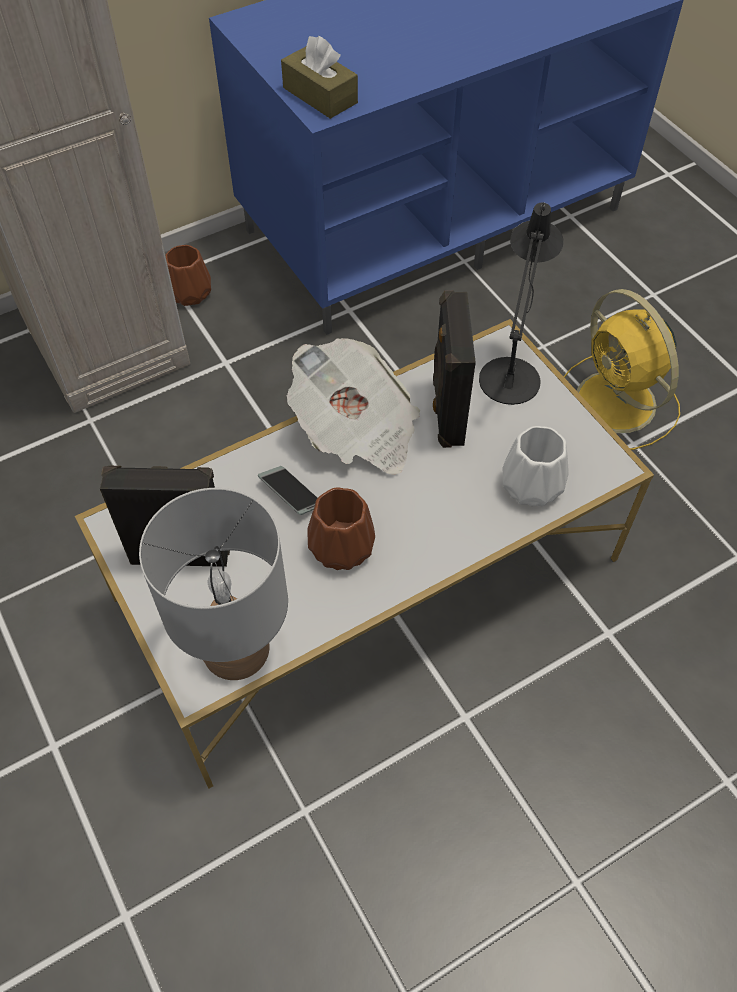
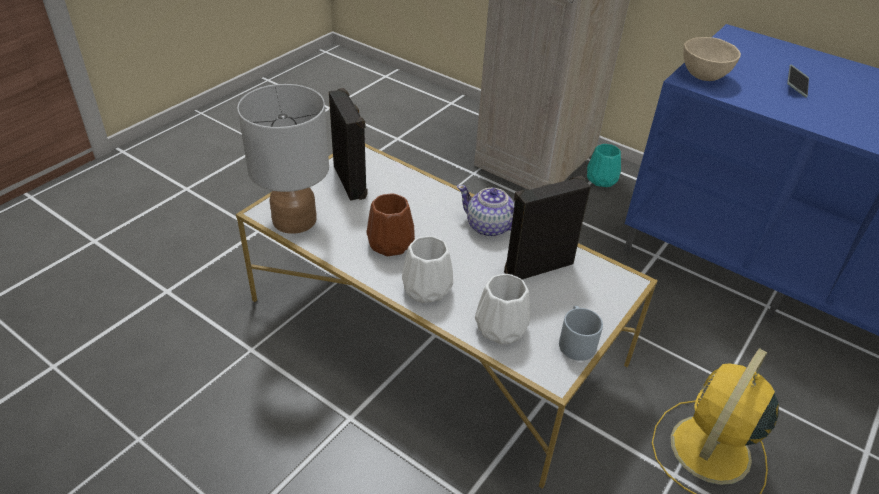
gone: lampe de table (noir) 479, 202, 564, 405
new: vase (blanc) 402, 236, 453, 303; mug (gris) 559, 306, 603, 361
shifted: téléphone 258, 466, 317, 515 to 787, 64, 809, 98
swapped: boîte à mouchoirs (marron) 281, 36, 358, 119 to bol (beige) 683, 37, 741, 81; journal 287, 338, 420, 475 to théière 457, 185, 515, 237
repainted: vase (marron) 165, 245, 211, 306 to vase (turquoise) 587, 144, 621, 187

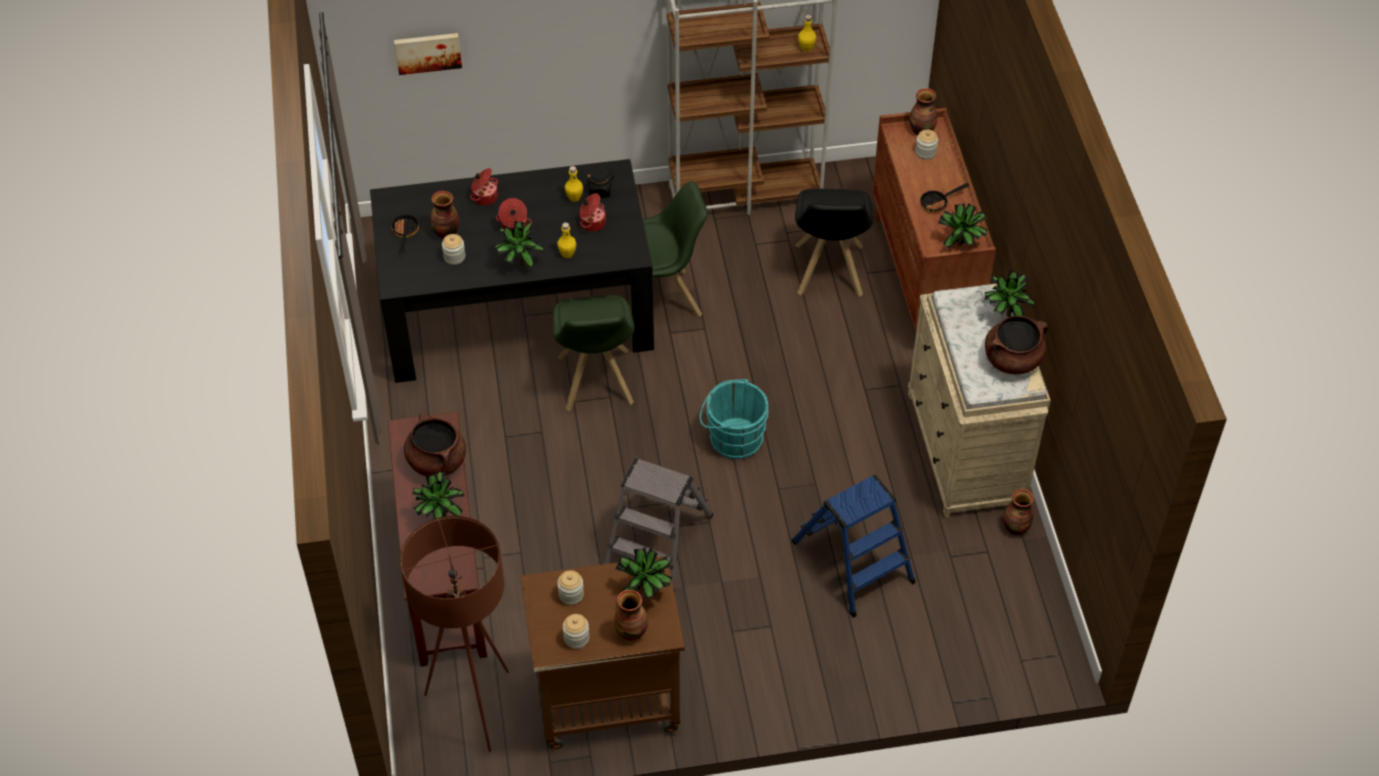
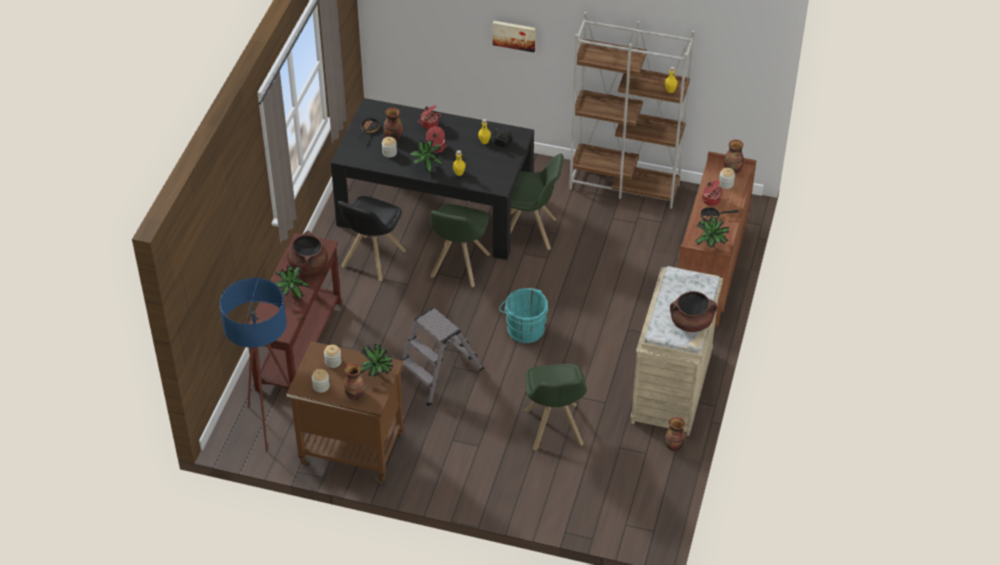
gone: plante en pot 985, 271, 1035, 317
shifted: tableau 394, 33, 462, 75 to 493, 21, 535, 52; marmite 579, 193, 606, 232 to 701, 180, 722, 206; chaise (noir) 795, 188, 873, 297 to 338, 196, 406, 282
swapped: escabeau (bleu) 791, 474, 916, 618 to chaise (vert) 525, 364, 587, 451
repainted: lampadaire (marron) 400, 516, 509, 752 to lampadaire (bleu) 219, 278, 290, 453

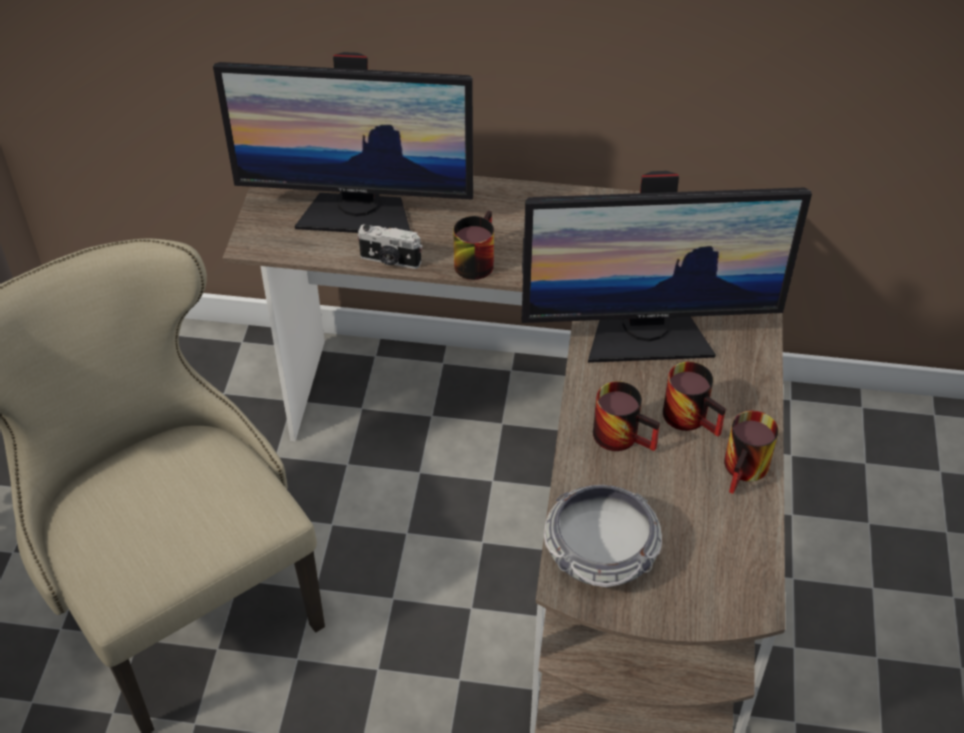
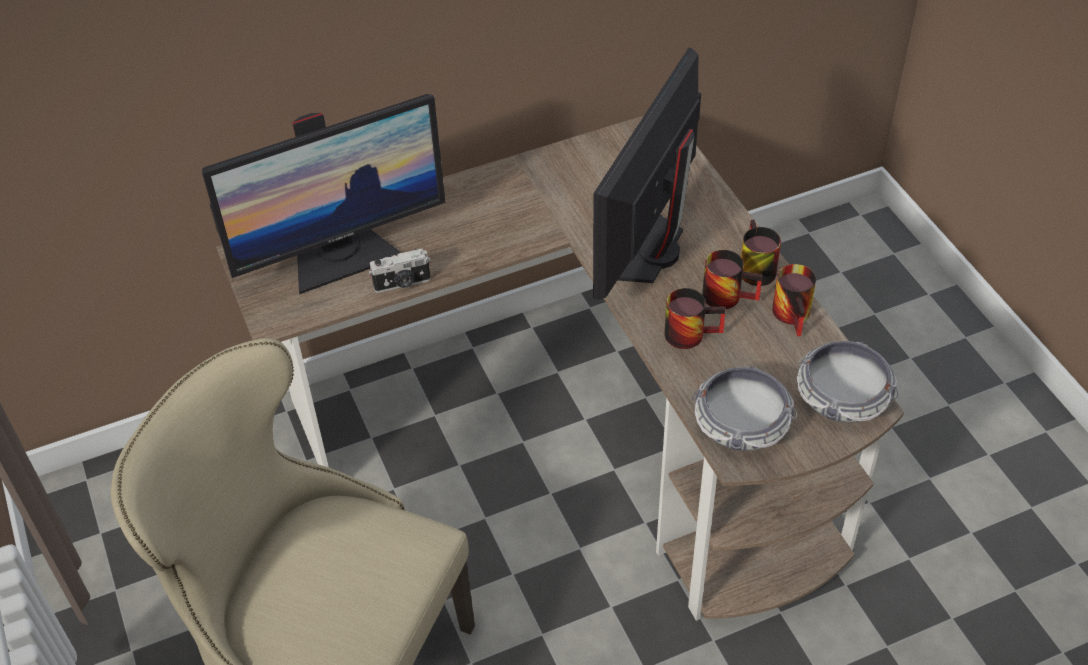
new: bol 797, 341, 898, 423
shifted: mug 453, 210, 494, 280 to 741, 220, 781, 286
rotated: écran d'ordinateur 522, 171, 812, 363 = 593, 47, 701, 300 150 degrees clockwise

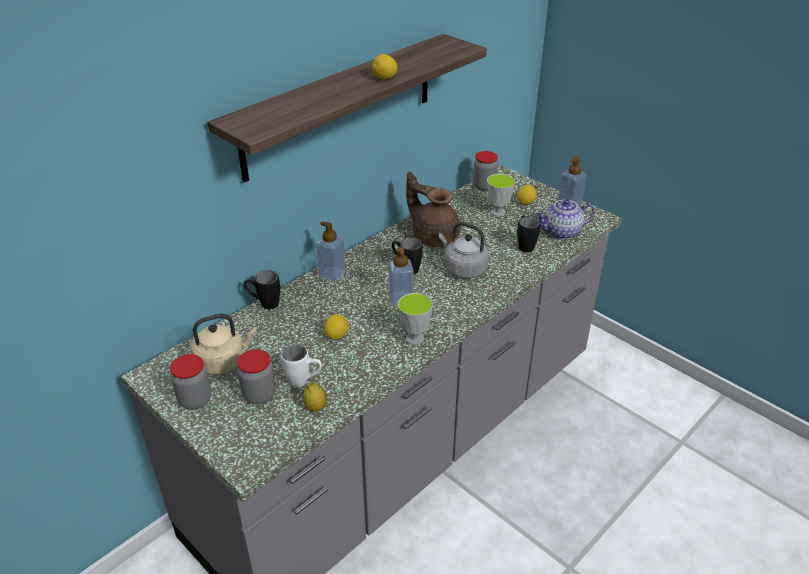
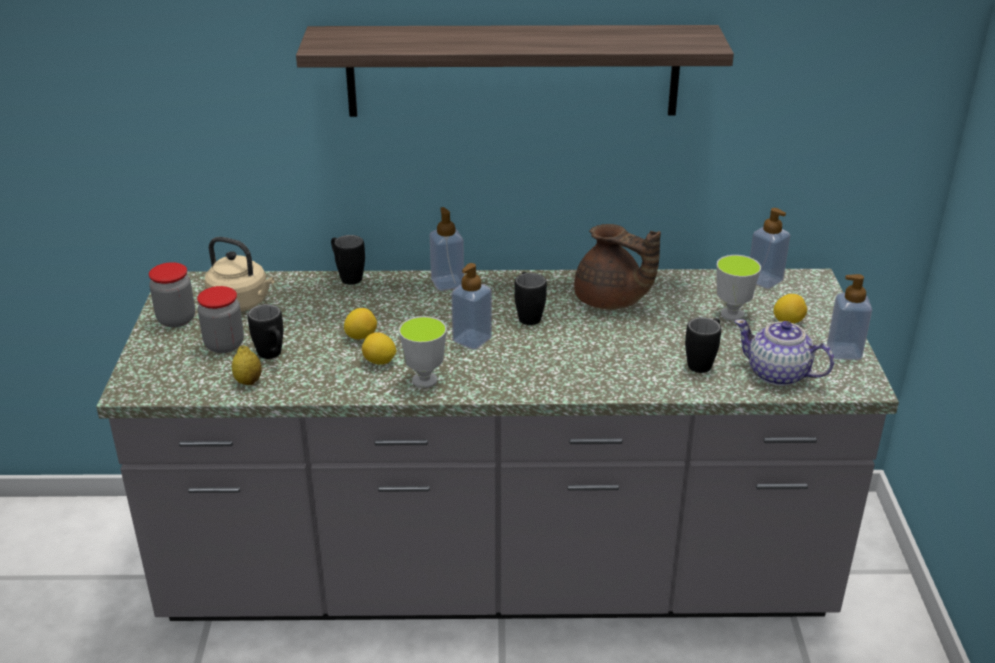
gone: bouilloire (gris) 439, 222, 489, 279
shifted: citron 372, 54, 397, 79 to 362, 332, 397, 365
swapped: bocal 473, 151, 498, 191 to distributeur de savon 750, 208, 790, 289
repainted: mug (blanc) 281, 344, 322, 388 to mug (noir) 248, 304, 283, 359
rotated: théière (marron) 406, 171, 460, 247 = 574, 224, 661, 310 135 degrees clockwise

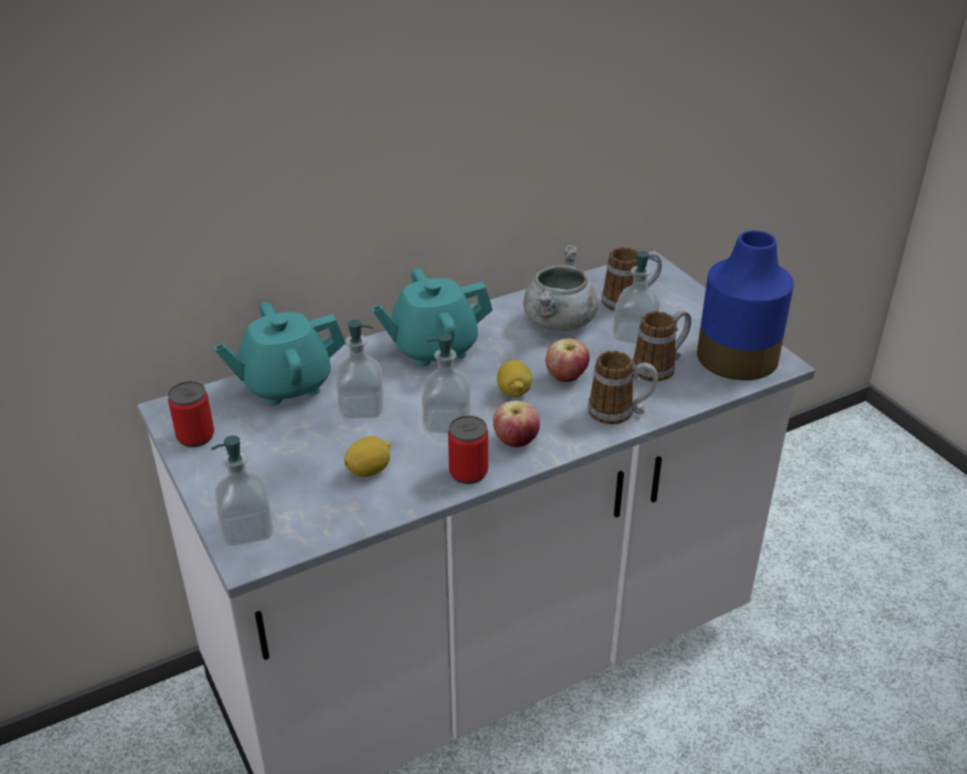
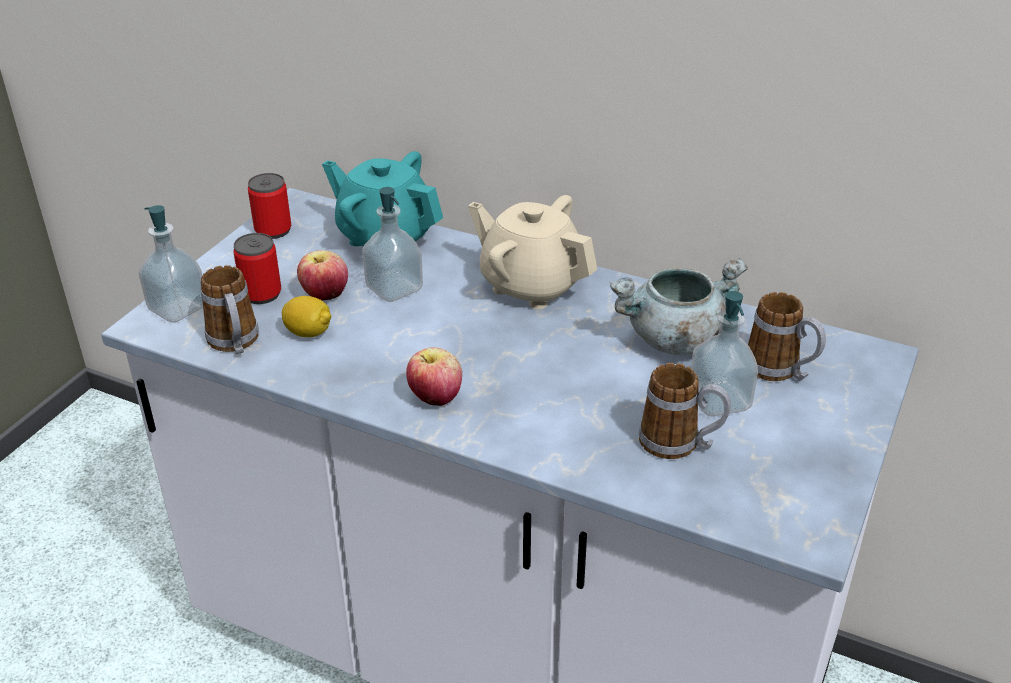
gone: distributeur de savon 422, 333, 470, 433; citron 497, 360, 532, 397; vase (bleu) 697, 230, 794, 380
shifted: boîte métallique 448, 416, 488, 484 to 234, 233, 281, 304; pomme 546, 338, 589, 382 to 297, 250, 348, 300; mug 588, 351, 658, 425 to 201, 265, 259, 354
repainted: théière (turquoise) 371, 268, 493, 367 to théière (beige) 468, 195, 597, 309

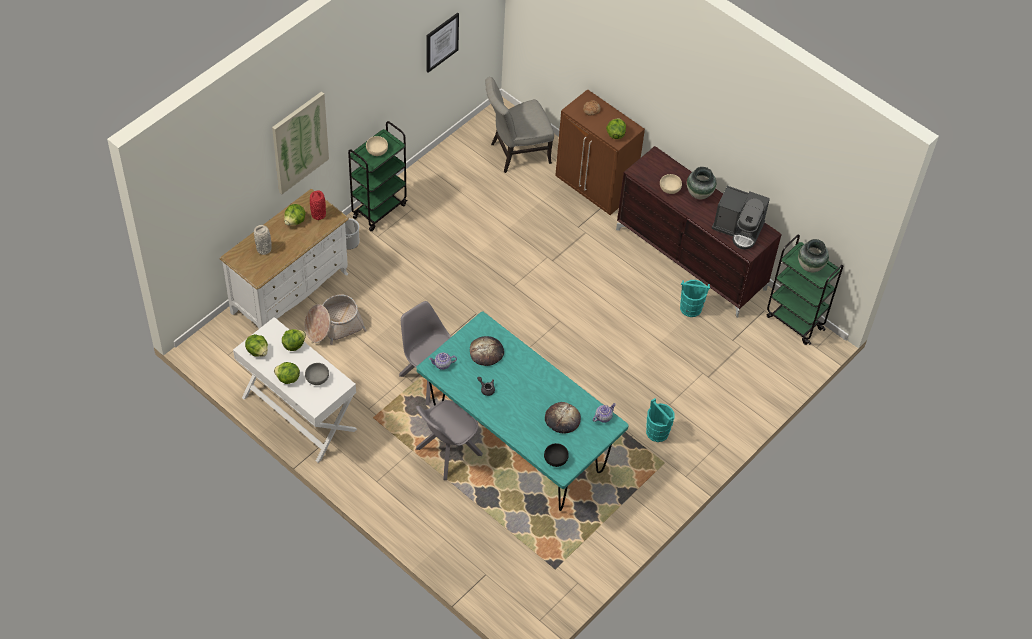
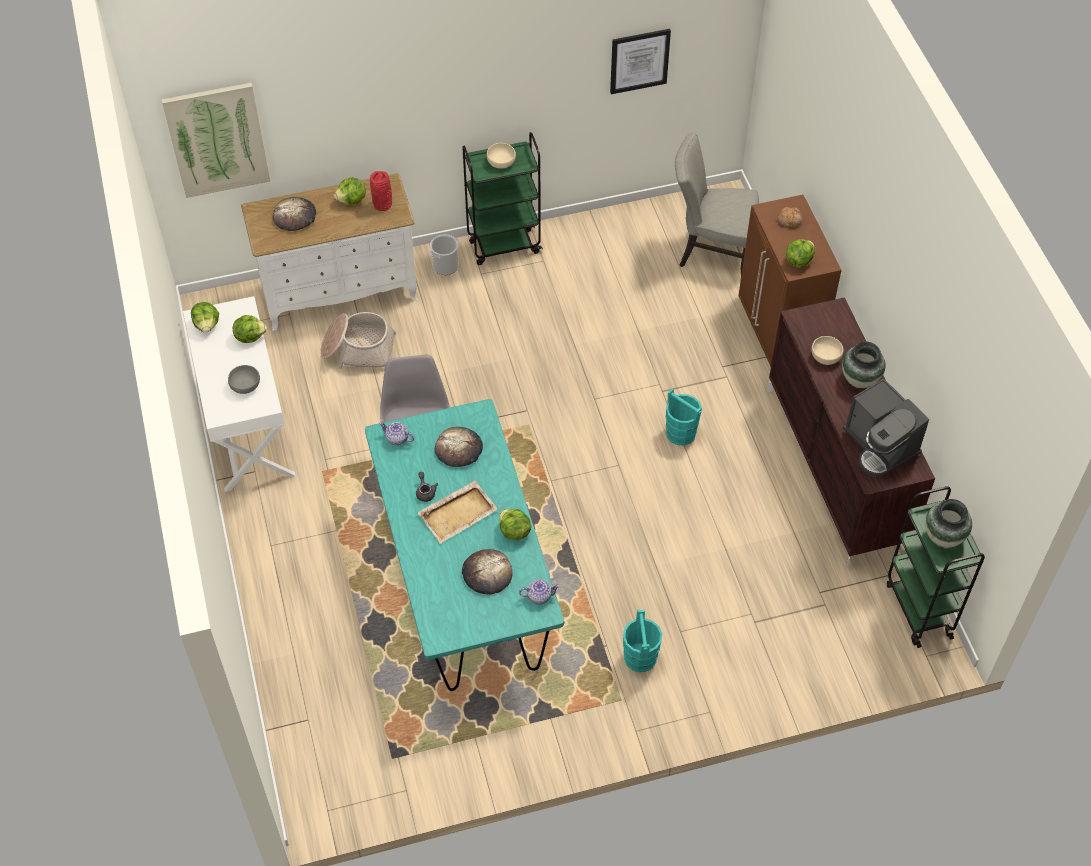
gone: chaise (gris) 416, 400, 483, 480; bol (noir) 544, 443, 569, 467
new: plateau (beige) 418, 481, 498, 544
shifted: tableau 272, 91, 329, 194 to 162, 83, 270, 198; laitue 274, 362, 300, 384 to 499, 509, 531, 540; seau (turquoise) 680, 280, 710, 317 to 666, 388, 702, 445
swapped: vase (gris) 254, 225, 272, 255 to pain 273, 197, 316, 231

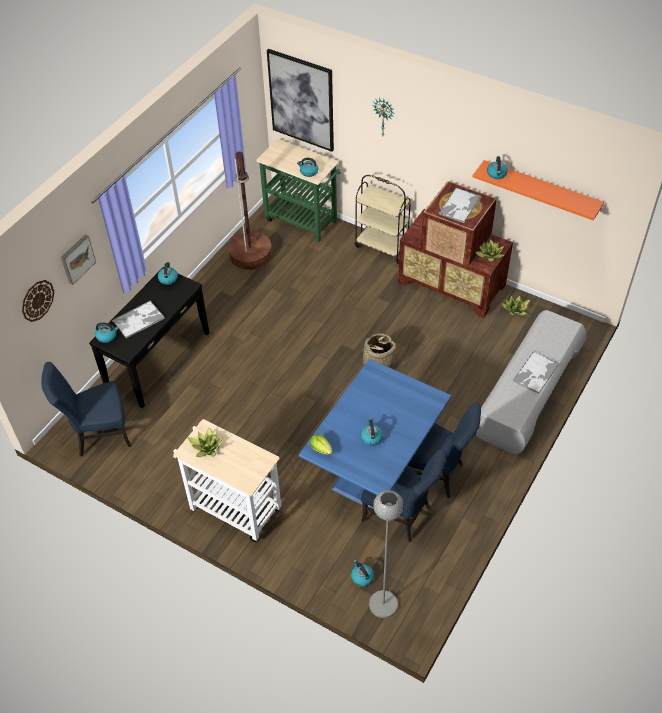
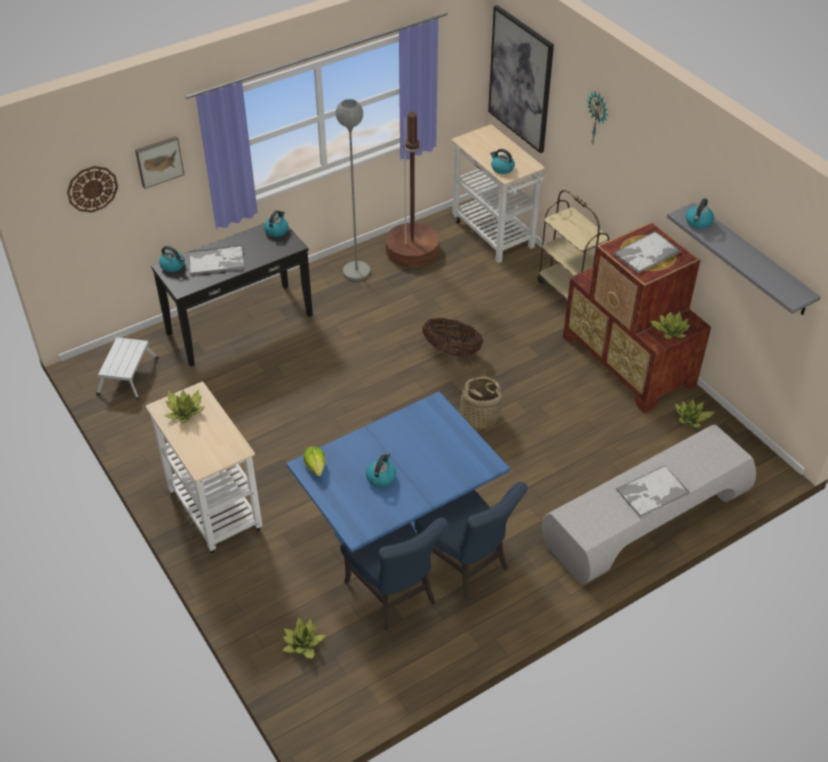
new: panier 422, 318, 483, 356
shifted: lampadaire (gris) 369, 490, 404, 618 to 336, 99, 370, 281
swapped: chaise (bleu) 41, 362, 131, 457 to escabeau (blanc) 96, 337, 159, 401; bouilloire 351, 560, 374, 586 to plante en pot 282, 617, 326, 659
repainted: chariot (vert) 256, 139, 340, 242 to chariot (blanc) 452, 124, 545, 263; étagère (orange) 473, 160, 604, 220 to étagère (gris) 667, 203, 821, 315

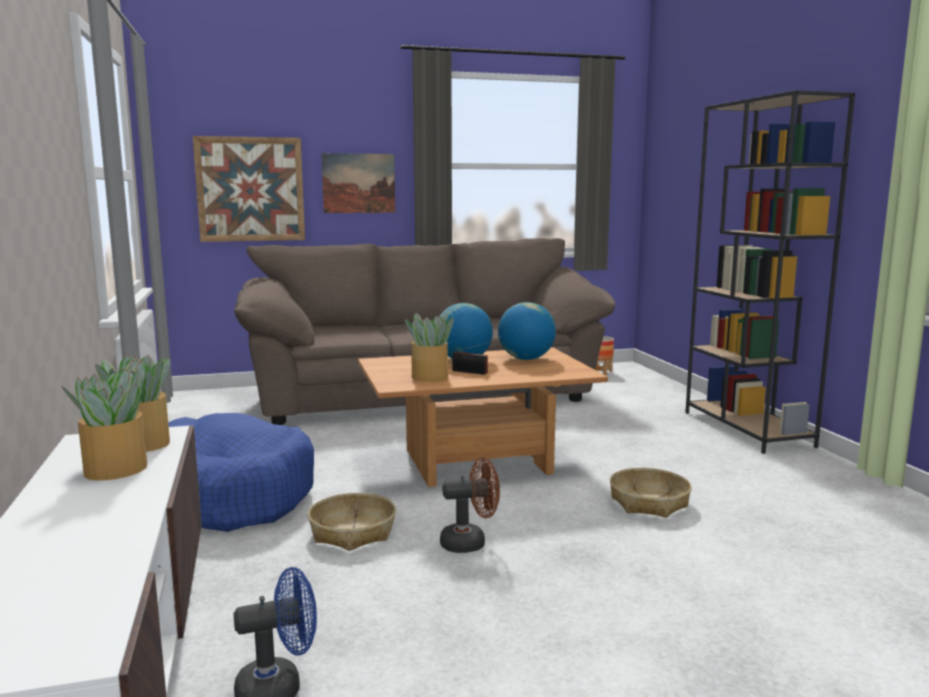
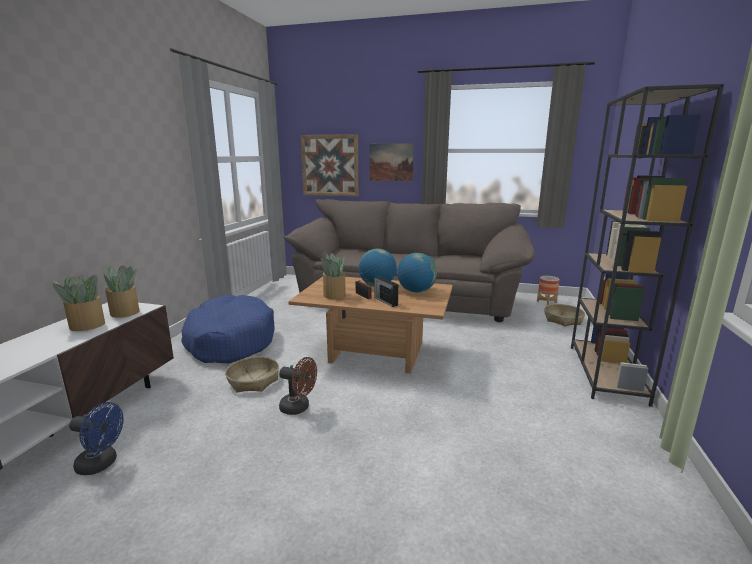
new: radio 374, 277, 398, 307
shifted: panier 610, 468, 692, 518 to 544, 304, 585, 326

